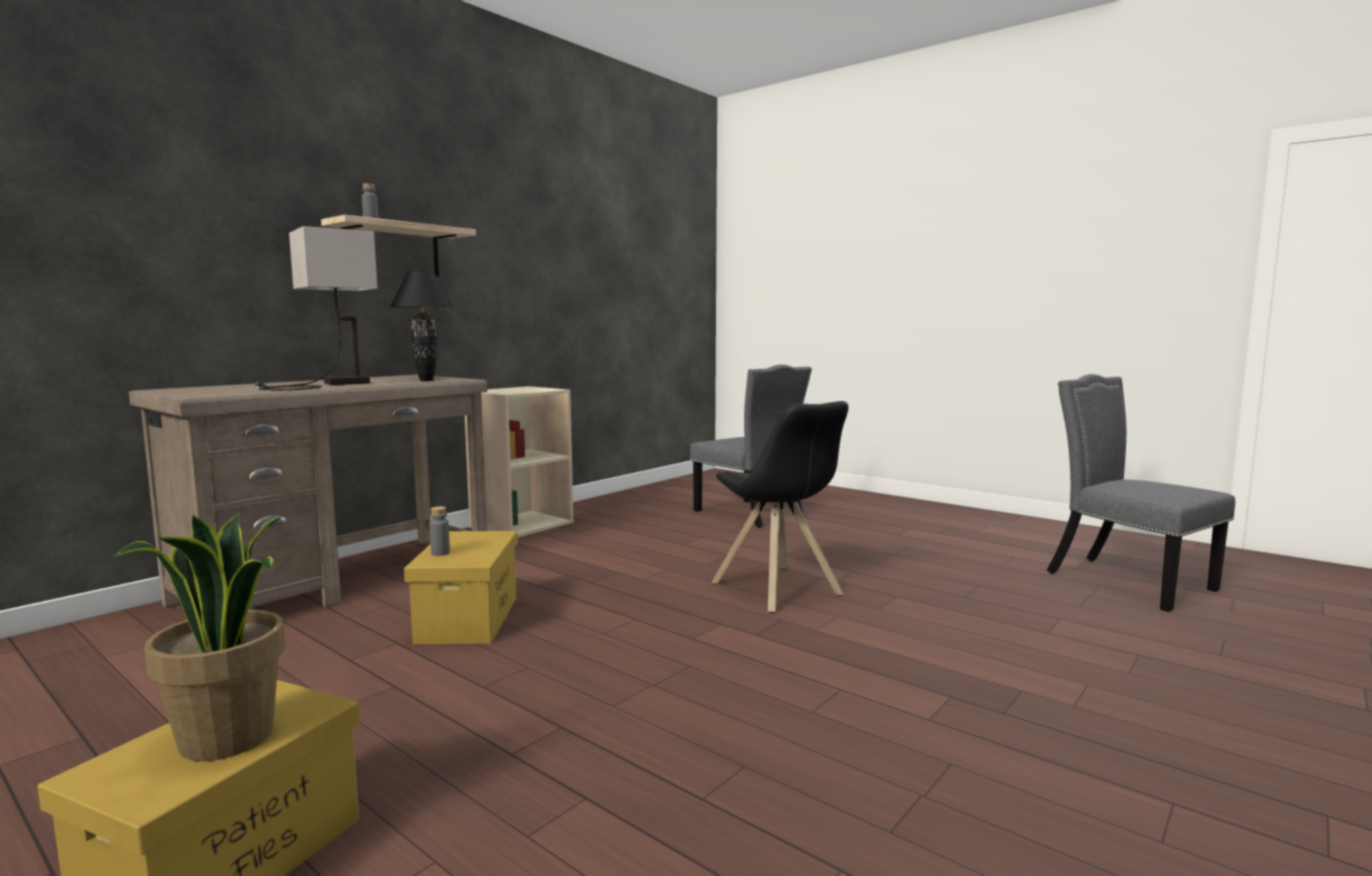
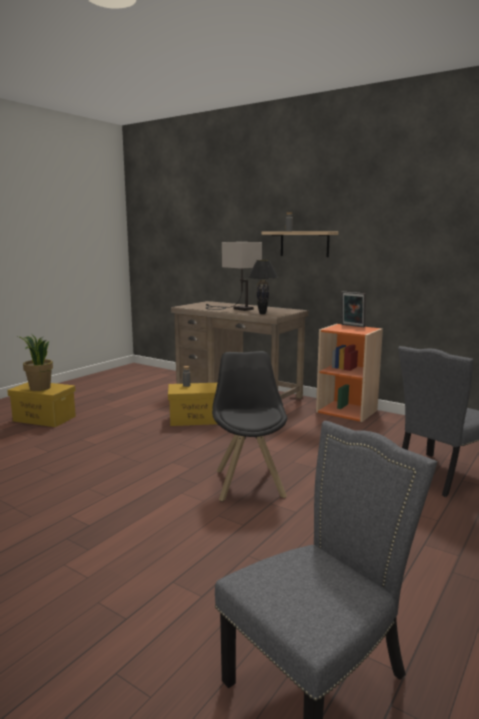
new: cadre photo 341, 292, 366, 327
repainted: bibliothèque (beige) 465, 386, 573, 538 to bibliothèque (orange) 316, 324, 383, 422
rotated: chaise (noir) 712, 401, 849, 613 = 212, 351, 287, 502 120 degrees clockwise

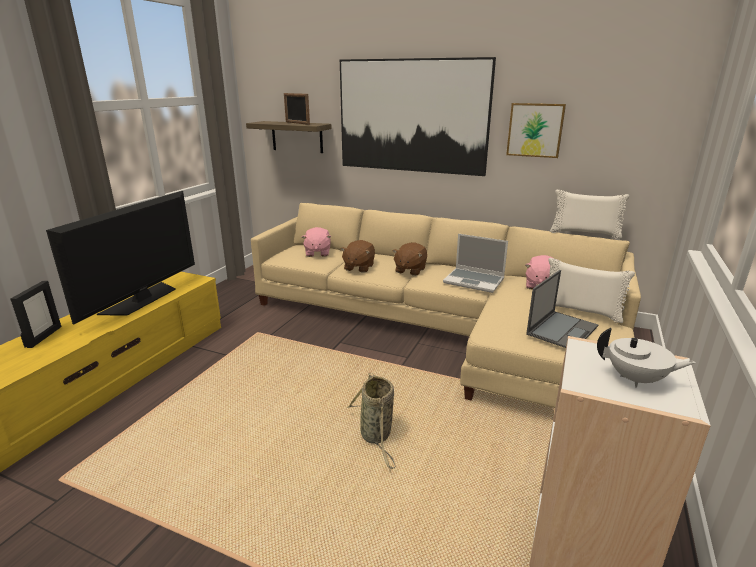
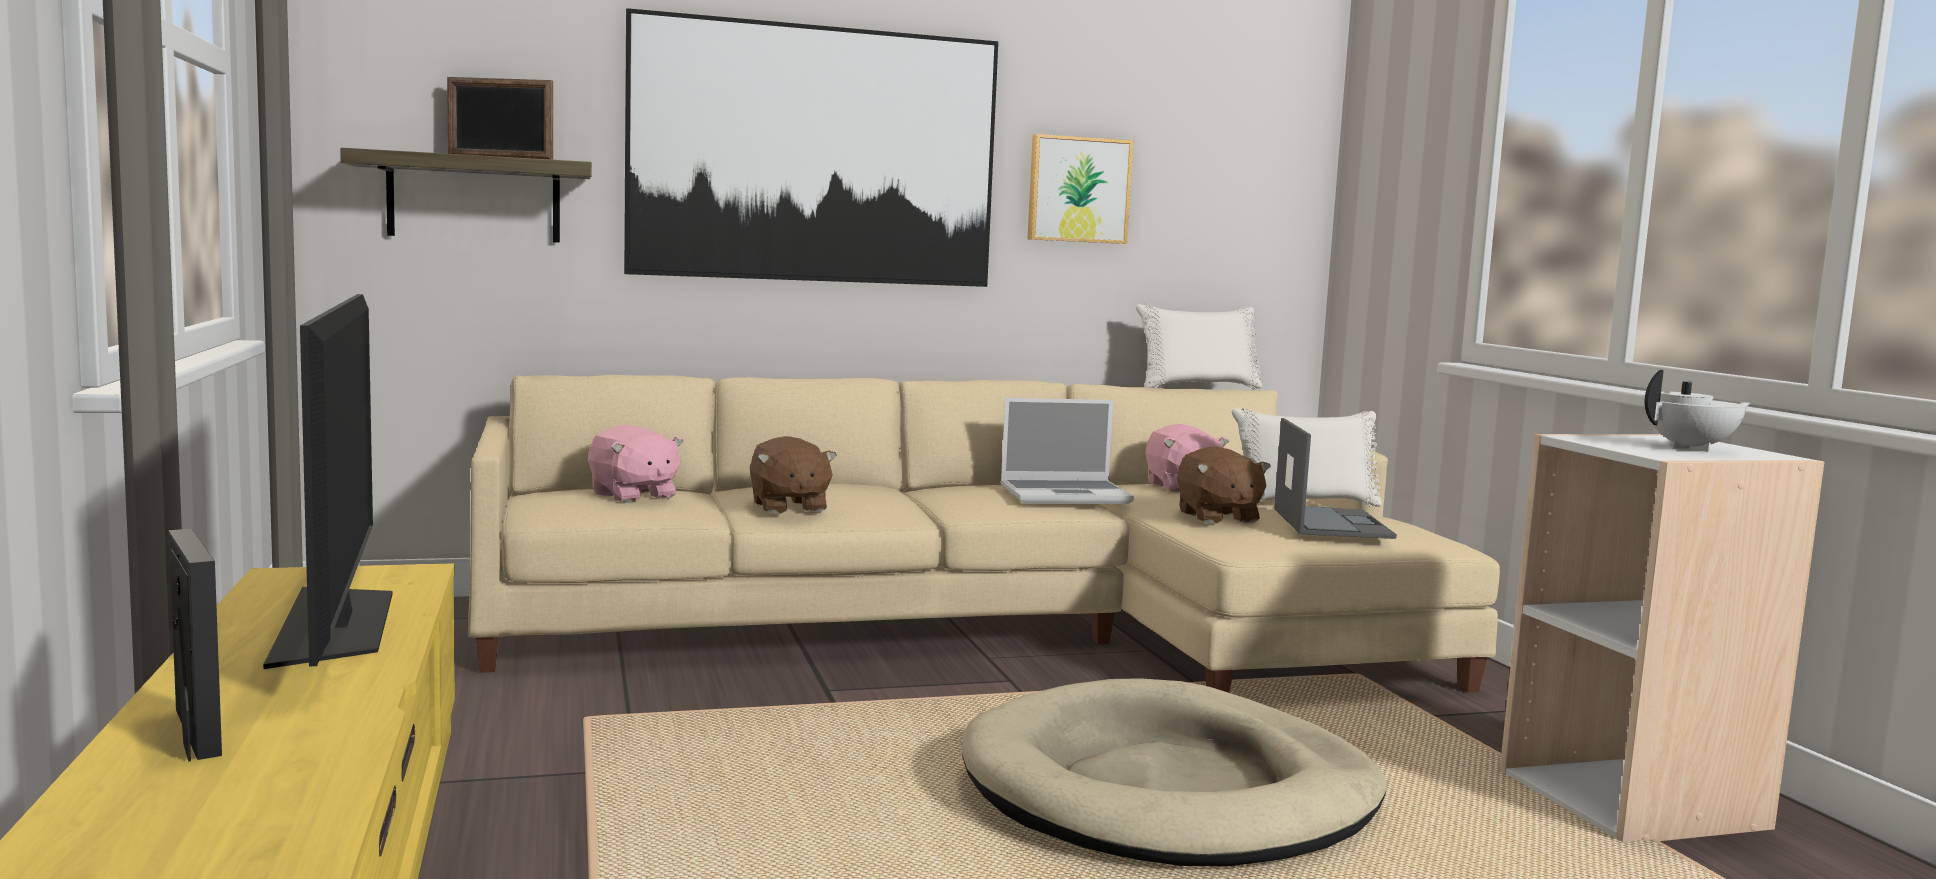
shifted: peluche (marron) 393, 242, 427, 276 to 1177, 446, 1271, 524
swapped: panier 347, 373, 396, 469 to panier pour chien (beige) 962, 678, 1386, 867

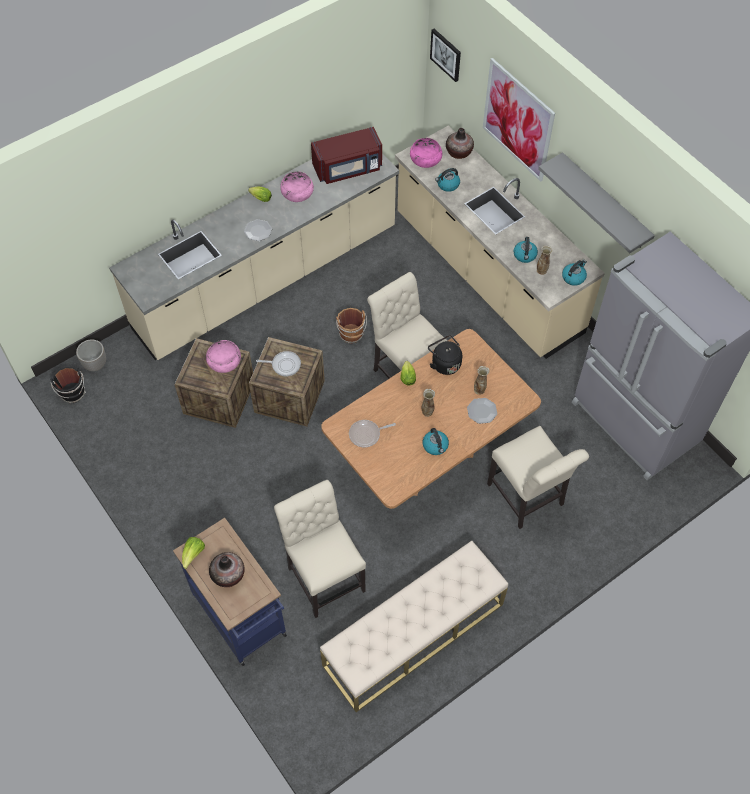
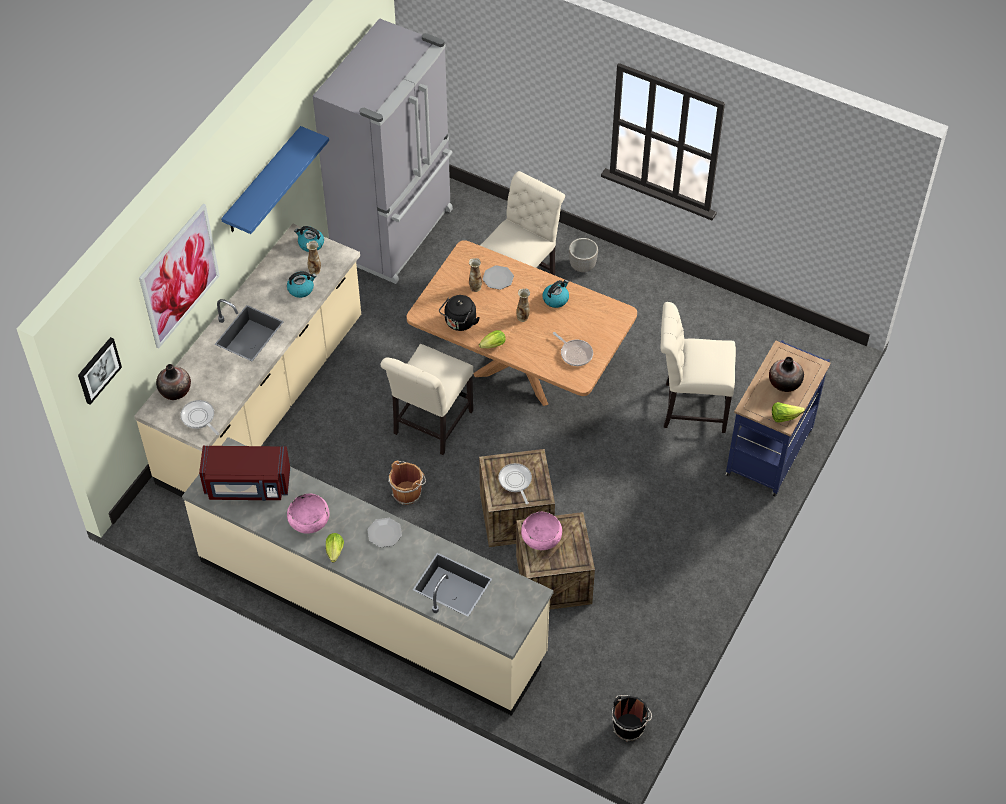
gone: banc (beige) 320, 541, 508, 712; bouilloire 435, 168, 460, 192
shifted: cache-pot 76, 339, 106, 371 to 569, 238, 598, 272
swapped: bol (rose) 410, 138, 443, 168 to poêle 180, 400, 219, 435
repainted: étagère (gris) 538, 152, 655, 253 to étagère (bleu) 221, 126, 329, 234
rotated: chaise (beige) 274, 480, 366, 618 = 660, 302, 736, 433 60 degrees clockwise; micro-ondes (rouge) 311, 127, 382, 184 = 199, 446, 290, 501 135 degrees clockwise

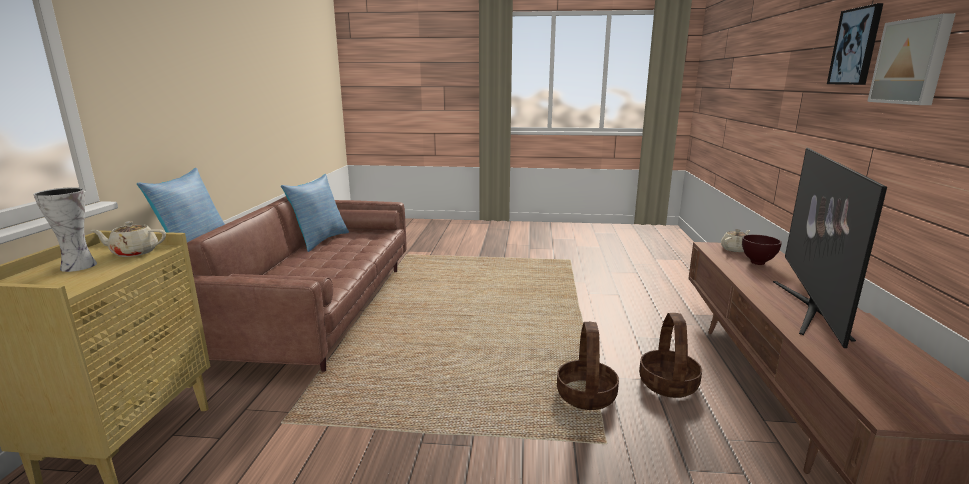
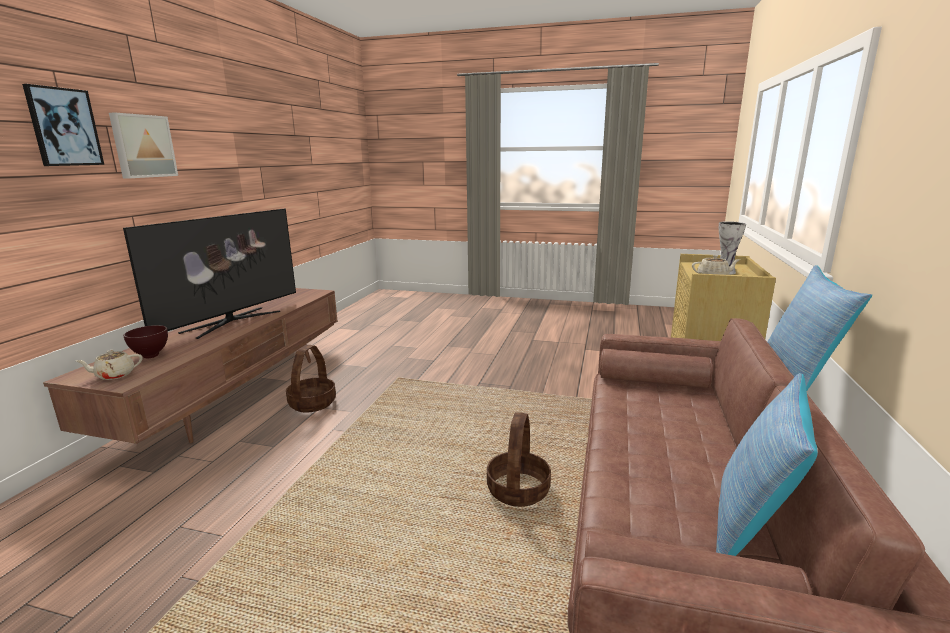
shifted: panier 557, 322, 619, 410 to 487, 412, 551, 507

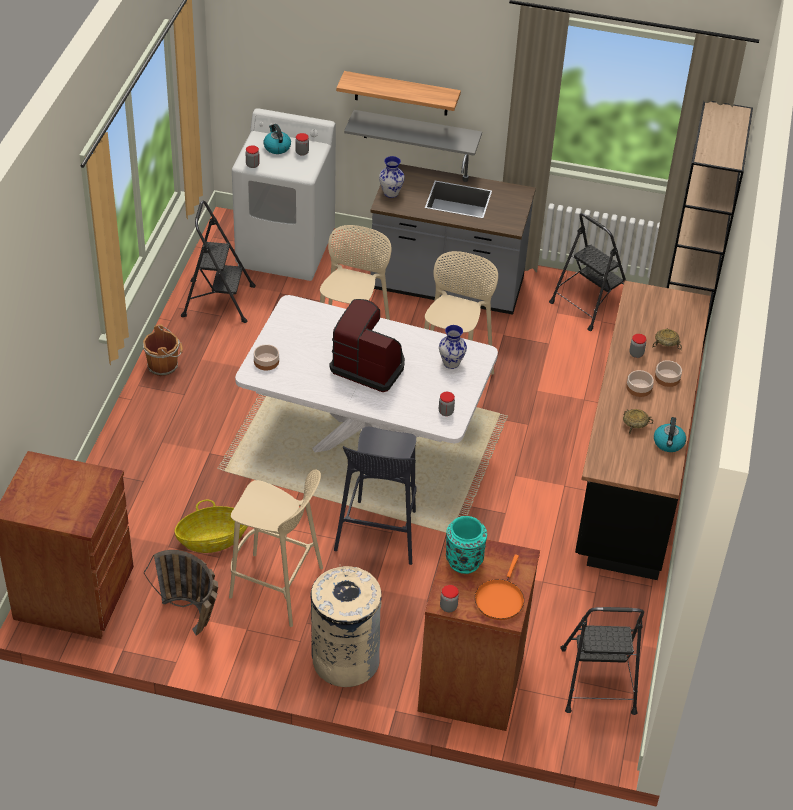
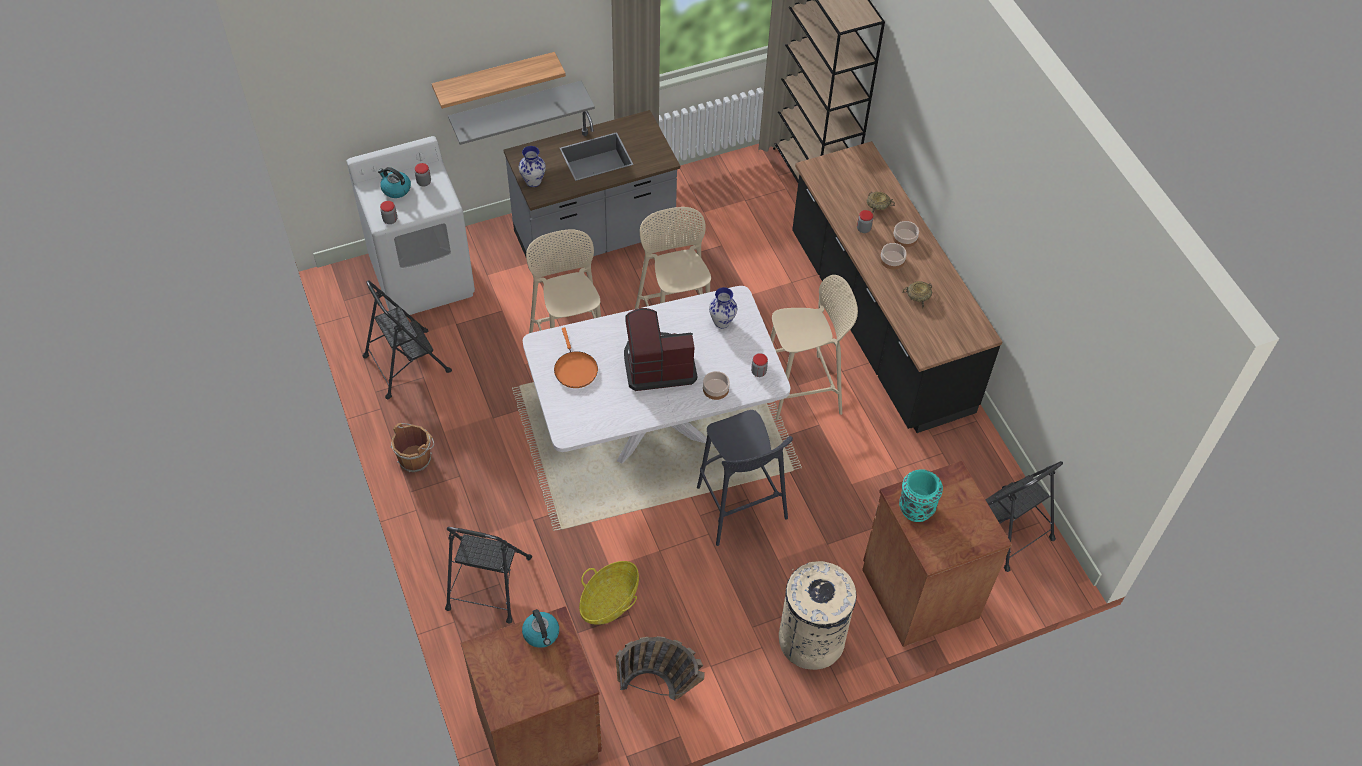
gone: bocal 440, 585, 459, 612
shifted: tabouret (beige) 229, 470, 323, 627 to 770, 275, 858, 420; bol 254, 344, 279, 370 to 703, 371, 730, 400; poêle (orange) 475, 554, 524, 620 to 554, 327, 598, 388; escabeau (noir) 549, 213, 626, 331 to 445, 527, 532, 624; bouilloire 654, 417, 686, 452 to 522, 609, 559, 648

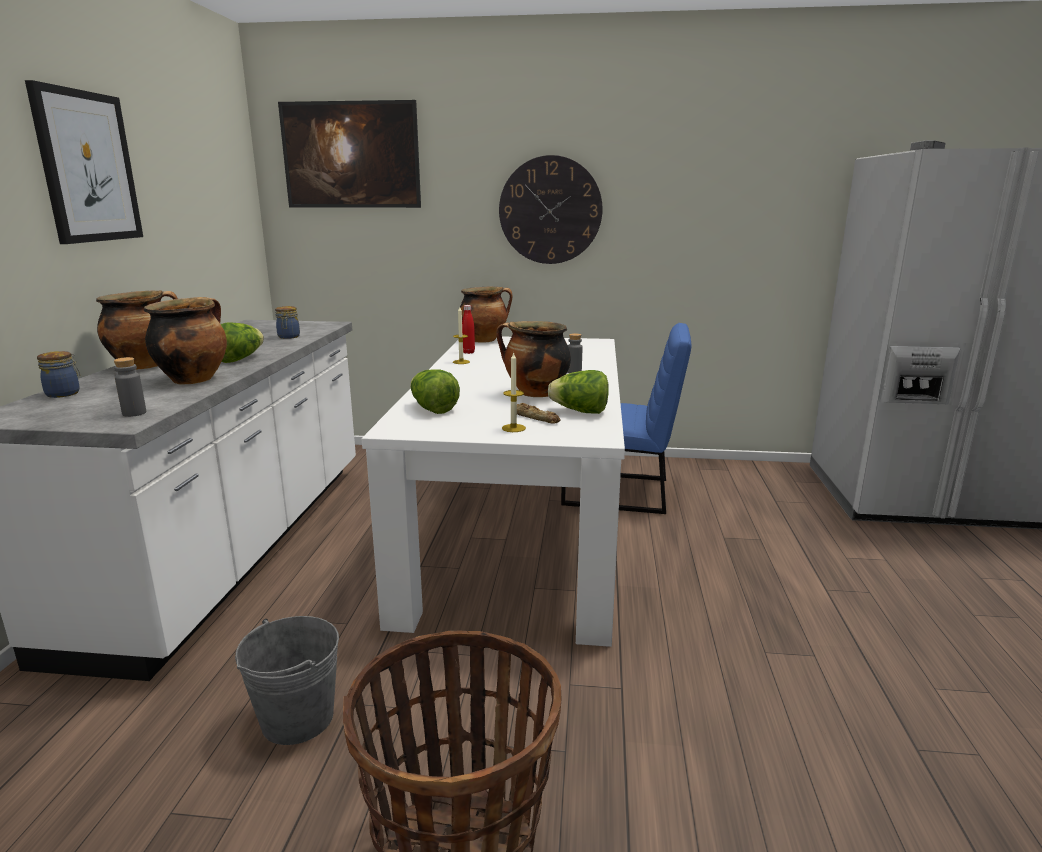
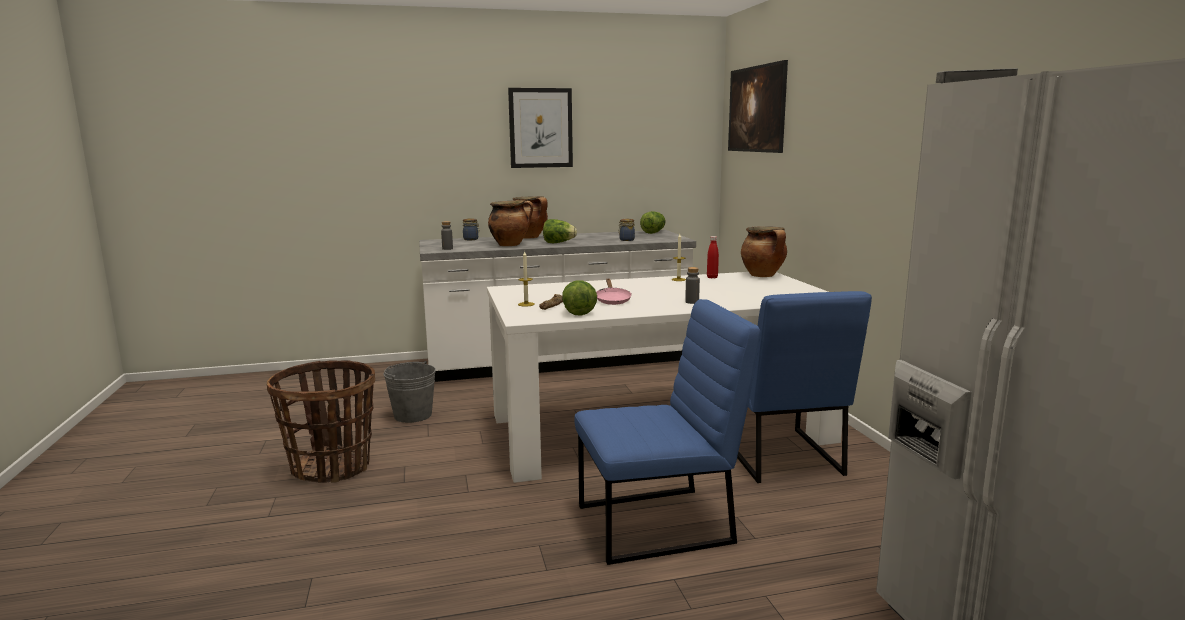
gone: horloge murale 499, 155, 603, 264
new: chaise (bleu) 574, 299, 761, 565
shifted: laitue 410, 369, 460, 414 to 640, 211, 666, 234
swapped: marmite 496, 321, 571, 397 to poêle (rose) 596, 279, 632, 305

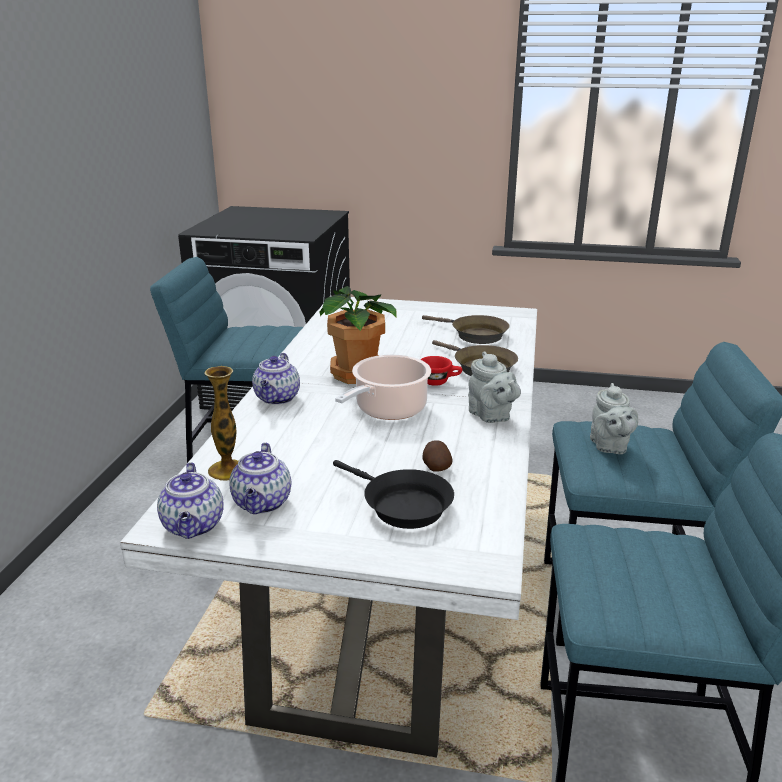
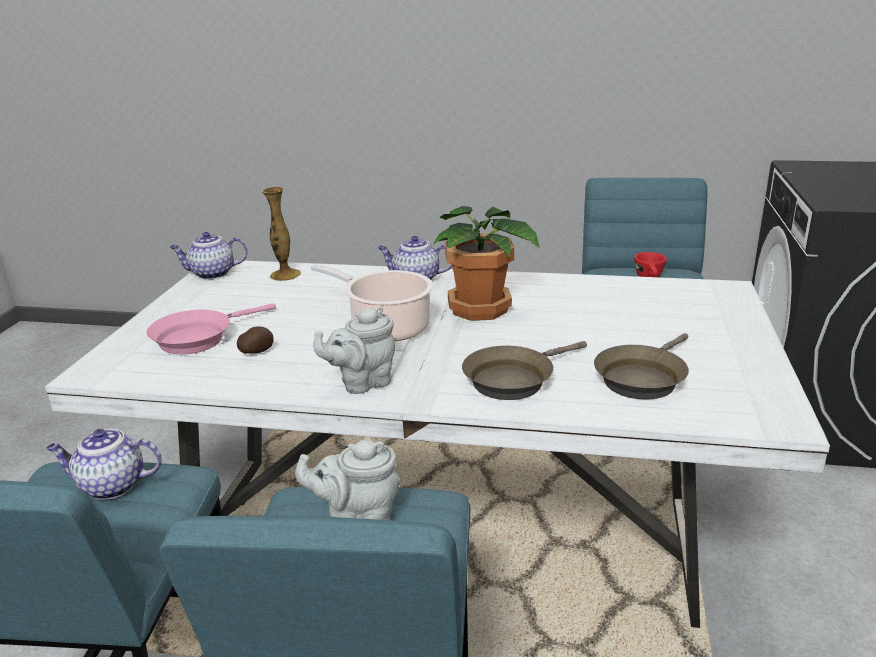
shifted: théière 229, 443, 291, 514 to 46, 429, 162, 500; tasse (rouge) 420, 356, 462, 386 to 634, 252, 667, 277
repainted: poêle (noir) 333, 460, 454, 529 to poêle (rose) 146, 303, 276, 355

